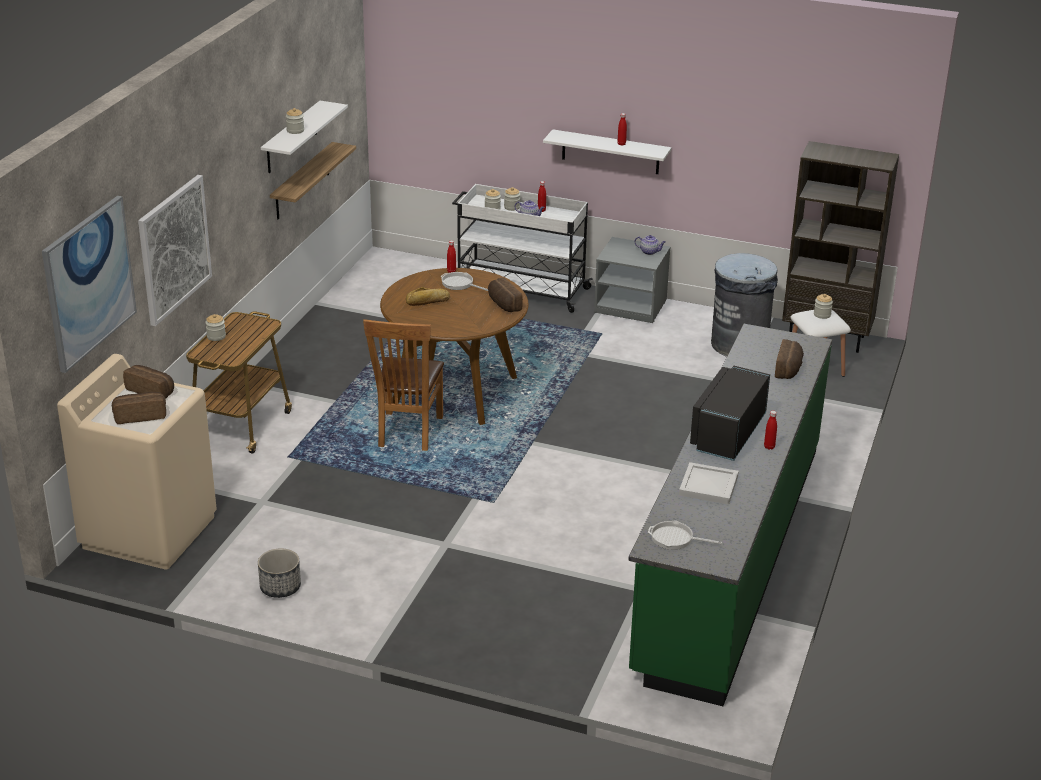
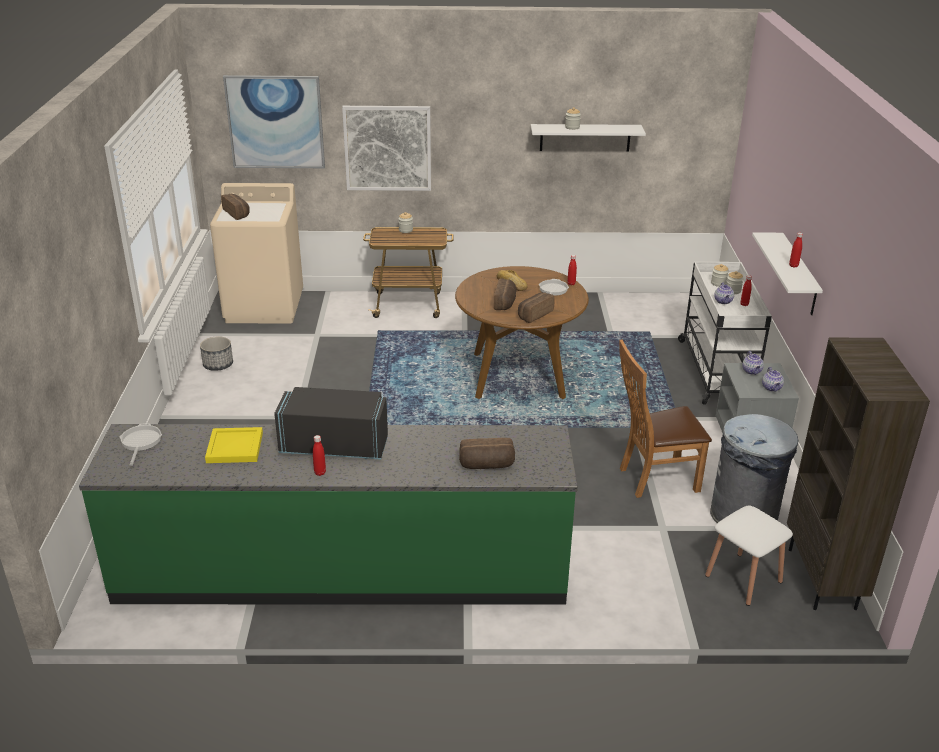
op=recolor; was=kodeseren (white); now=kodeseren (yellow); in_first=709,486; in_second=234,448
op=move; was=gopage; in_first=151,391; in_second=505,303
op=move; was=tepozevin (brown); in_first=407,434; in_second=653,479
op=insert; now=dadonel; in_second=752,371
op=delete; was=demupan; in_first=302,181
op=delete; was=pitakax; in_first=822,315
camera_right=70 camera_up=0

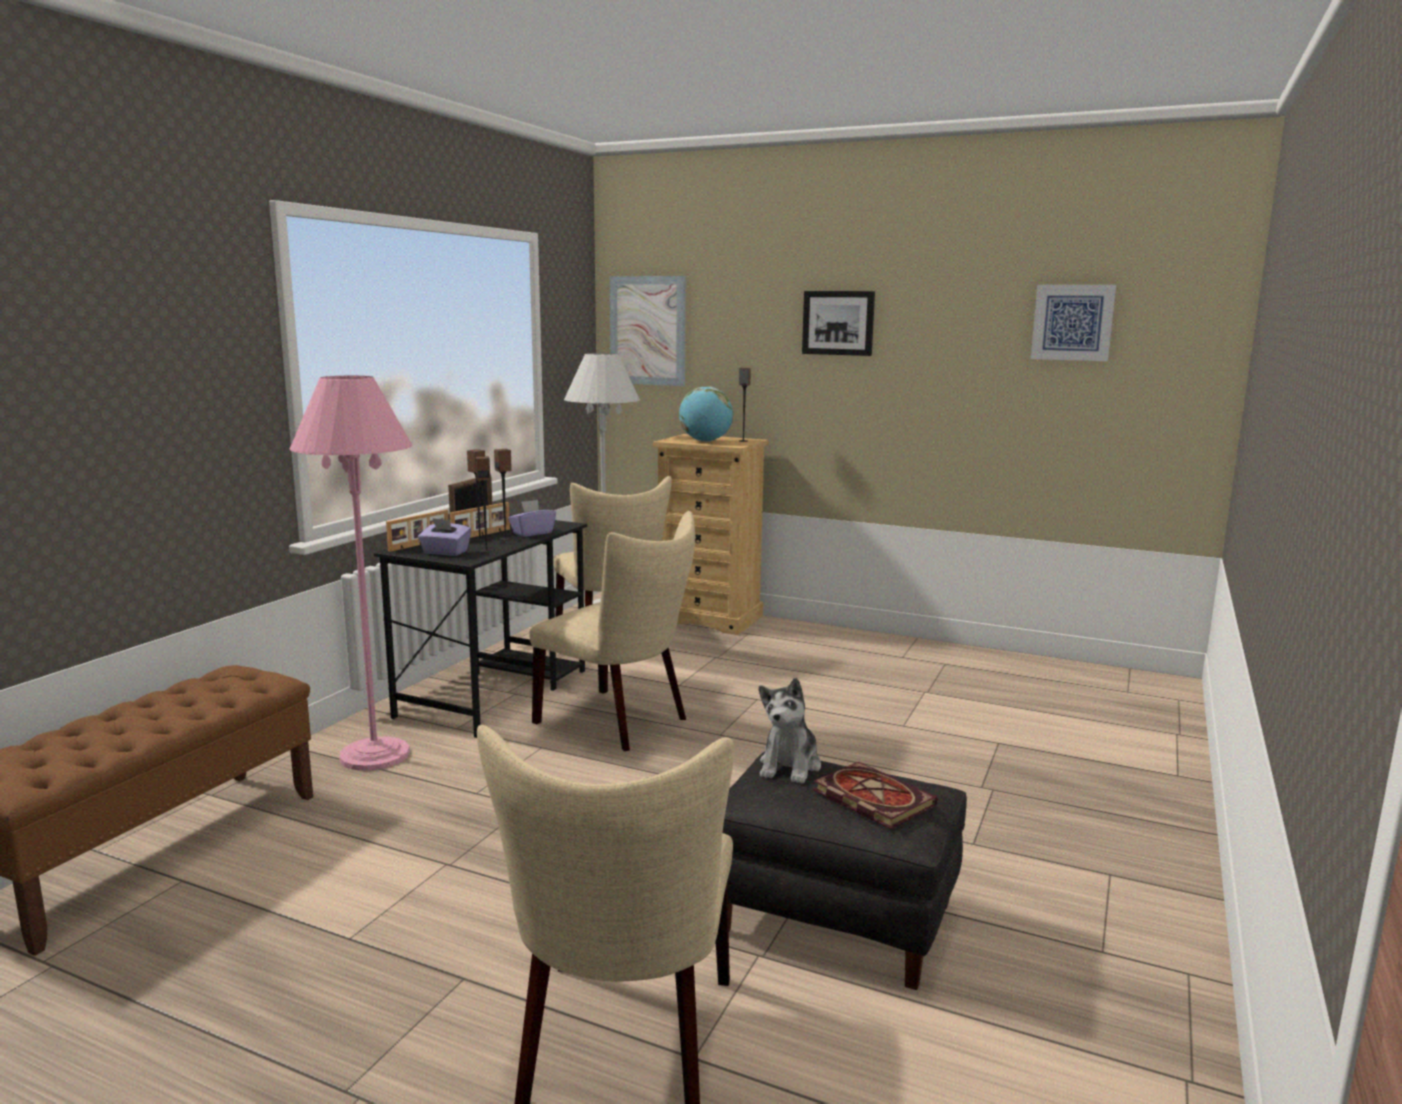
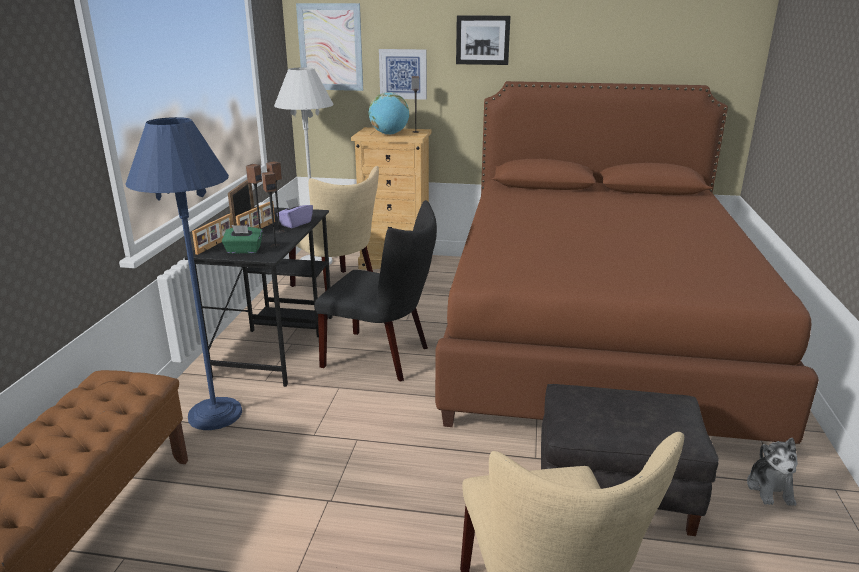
op=recolor; was=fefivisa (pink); now=fefivisa (blue); in_first=374,755; in_second=215,414
op=recolor; was=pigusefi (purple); now=pigusefi (green); in_first=445,552; in_second=243,250
op=recolor; was=tepozevin (beige); now=tepozevin (black); in_first=619,722; in_second=383,357
op=move; was=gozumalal; in_first=1072,322; in_second=403,74
op=insert; now=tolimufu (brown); in_second=593,333
op=move; was=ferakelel; in_first=790,766; in_second=770,489
op=delete; was=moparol; in_first=869,798
camera_right=-15 camera_up=10

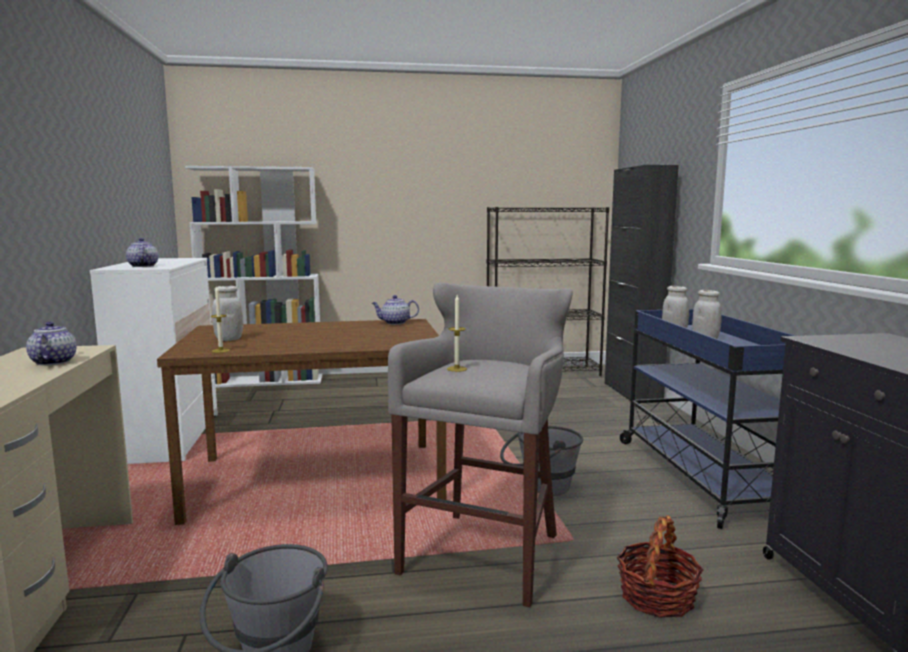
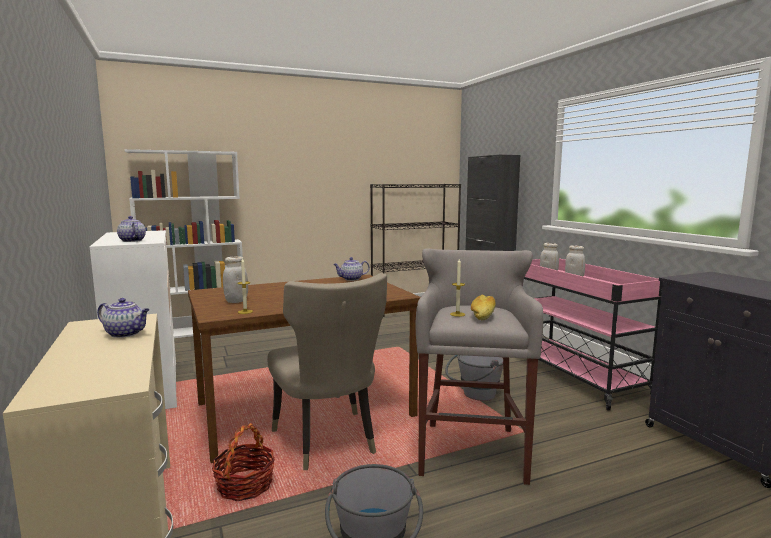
op=rotate; was=dadonel; in_first=53,362; in_second=126,333; clockwise=135
op=move; was=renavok; in_first=657,597; in_second=245,485
op=insert; now=tepozevin (beige); in_second=328,442
op=insert; now=gopage; in_second=482,315
op=recolor; was=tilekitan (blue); now=tilekitan (pink); in_first=702,475; in_second=572,374
camera_right=-15 camera_up=0

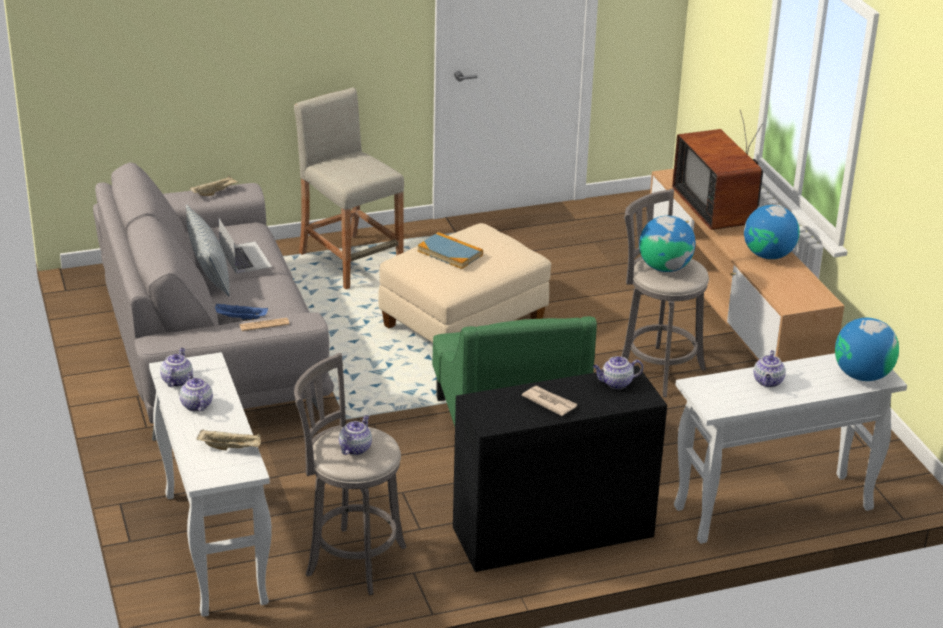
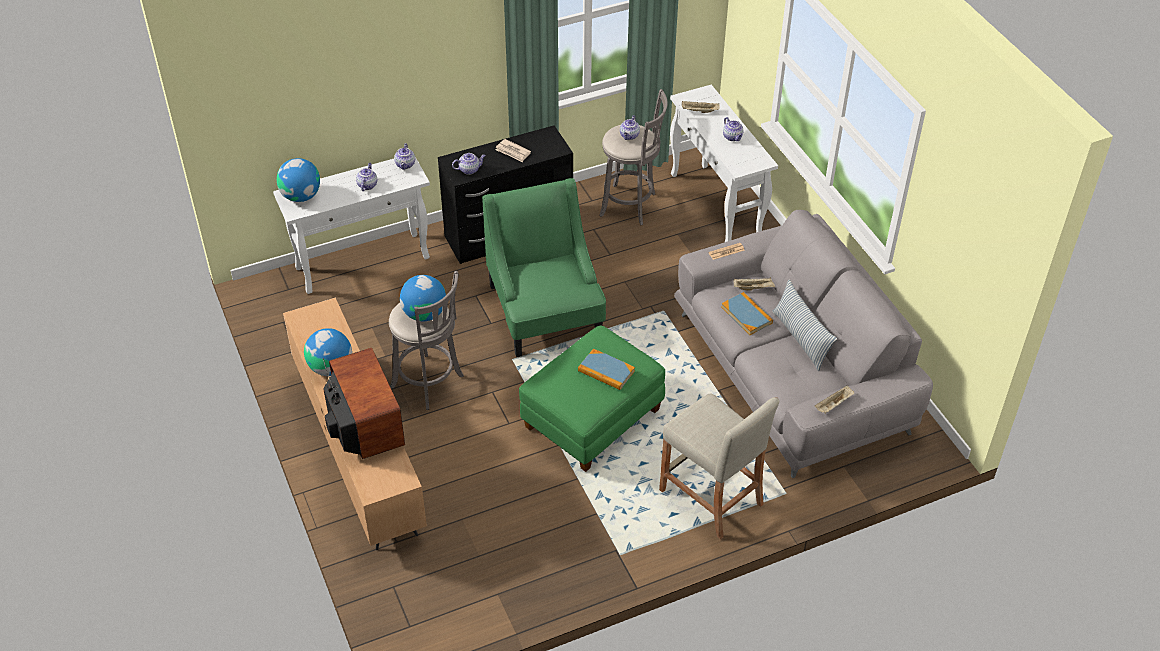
op=move; was=dadonel; in_first=177,380; in_second=405,165
op=recolor; was=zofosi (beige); now=zofosi (green); in_first=463,325; in_second=592,420
op=insert; now=moparol; in_second=746,315
op=recolor; was=kodeseren (blue); now=kodeseren (beige); in_first=240,318; in_second=753,288
op=delete; was=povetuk; in_first=245,257
camera_right=175 camera_up=15

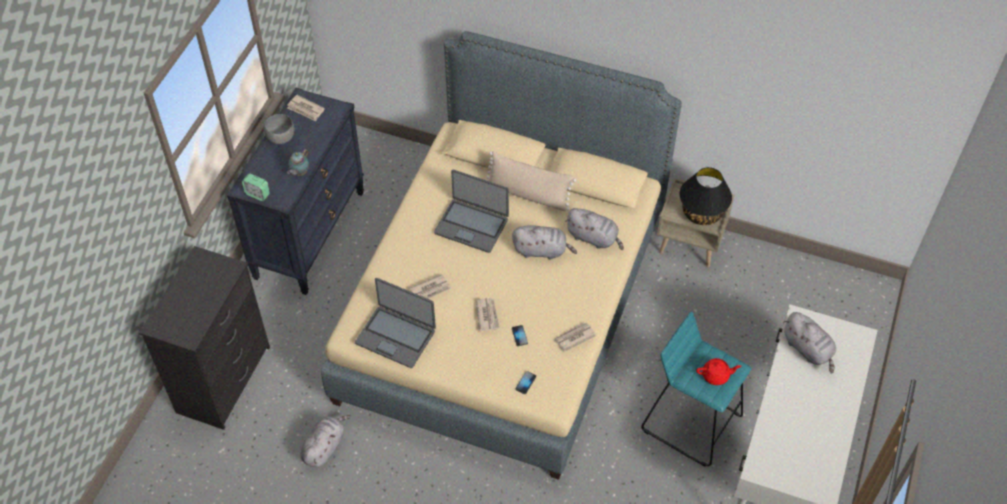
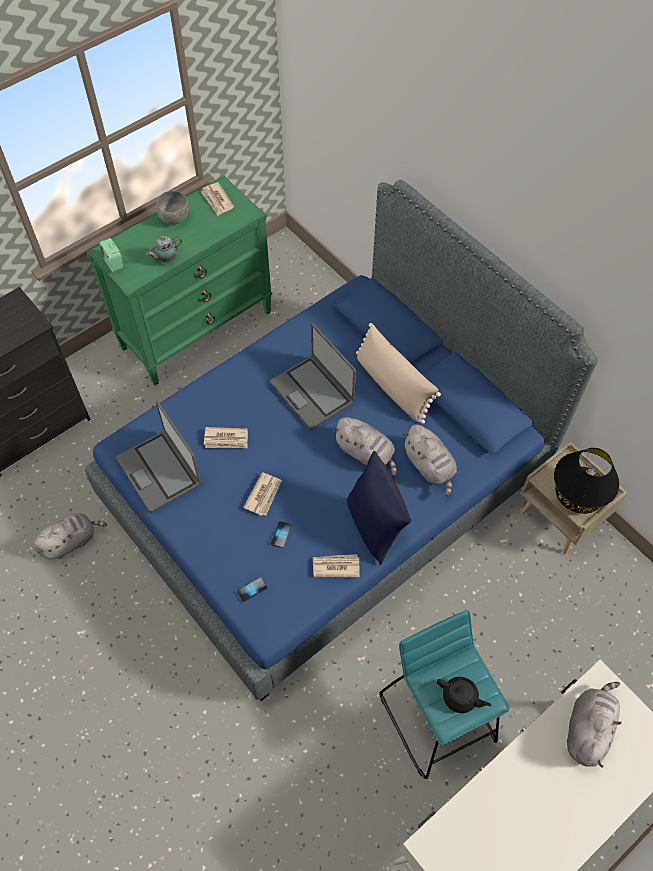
op=recolor; was=tolimufu (beige); now=tolimufu (blue); in_first=502,305; in_second=326,487
op=recolor; was=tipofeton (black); now=tipofeton (green); in_first=309,233; in_second=197,329
op=insert; now=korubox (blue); in_second=375,525
op=recolor; was=dadonel (red); now=dadonel (black); in_first=716,375; in_second=460,697
op=rotate; was=ferakelel (grey); in_first=808,349; in_second=588,728; clockwise=-150
camera_right=30 camera_up=5

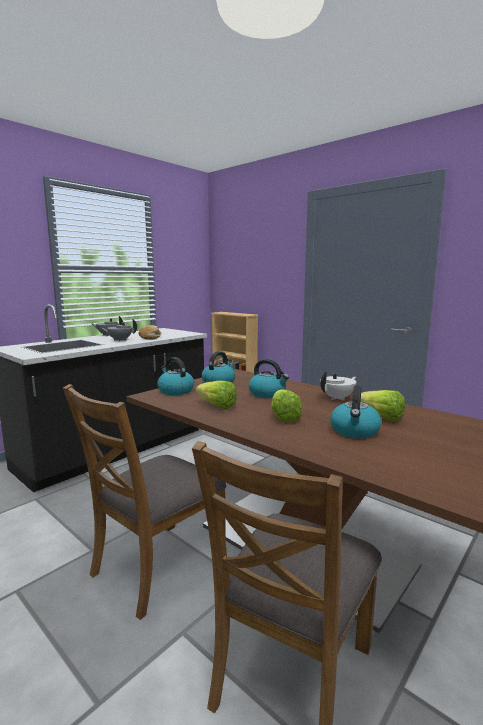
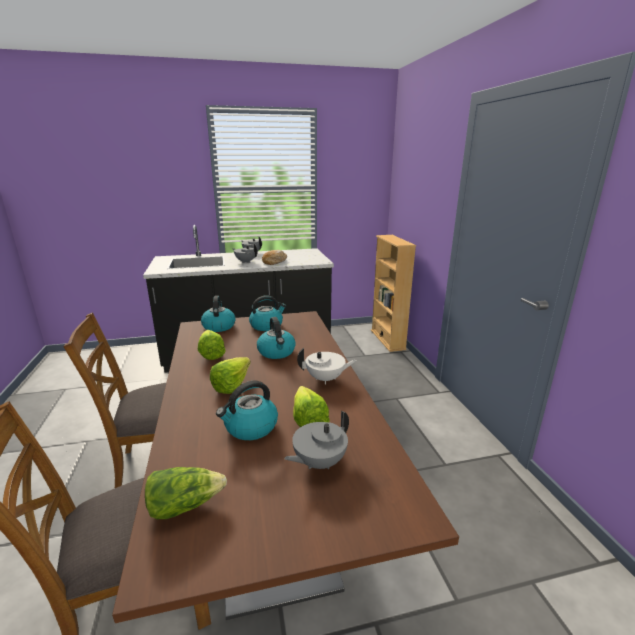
op=insert; now=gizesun; in_second=185,505
op=insert; now=dadonel (grey); in_second=318,462
camera_right=35 camera_up=10

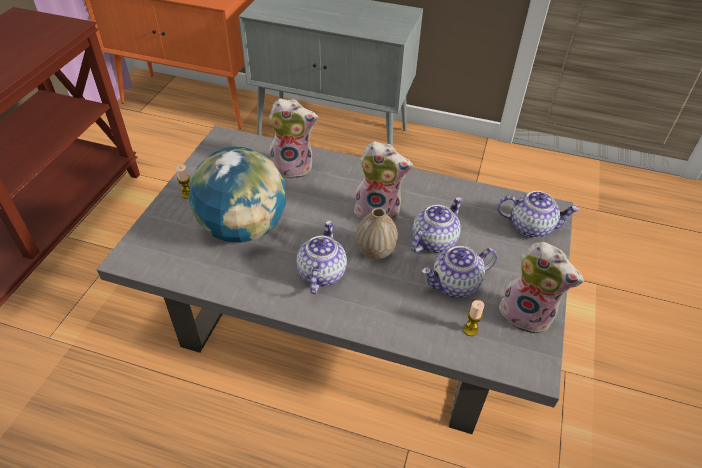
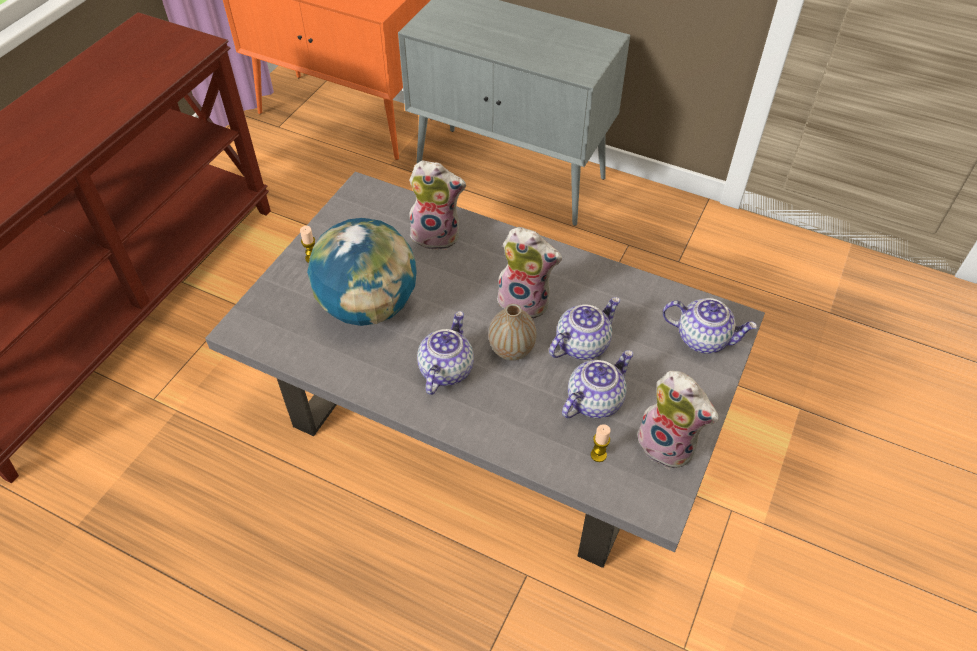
op=rotate; was=dadonel; in_first=455,285; in_second=594,400; clockwise=150
camera_right=10 camera_up=5

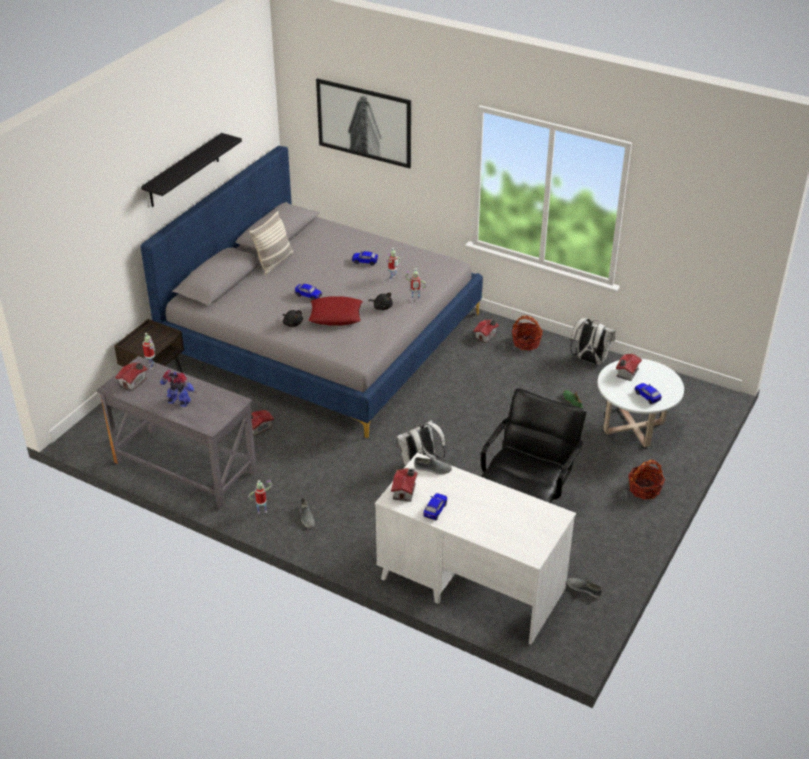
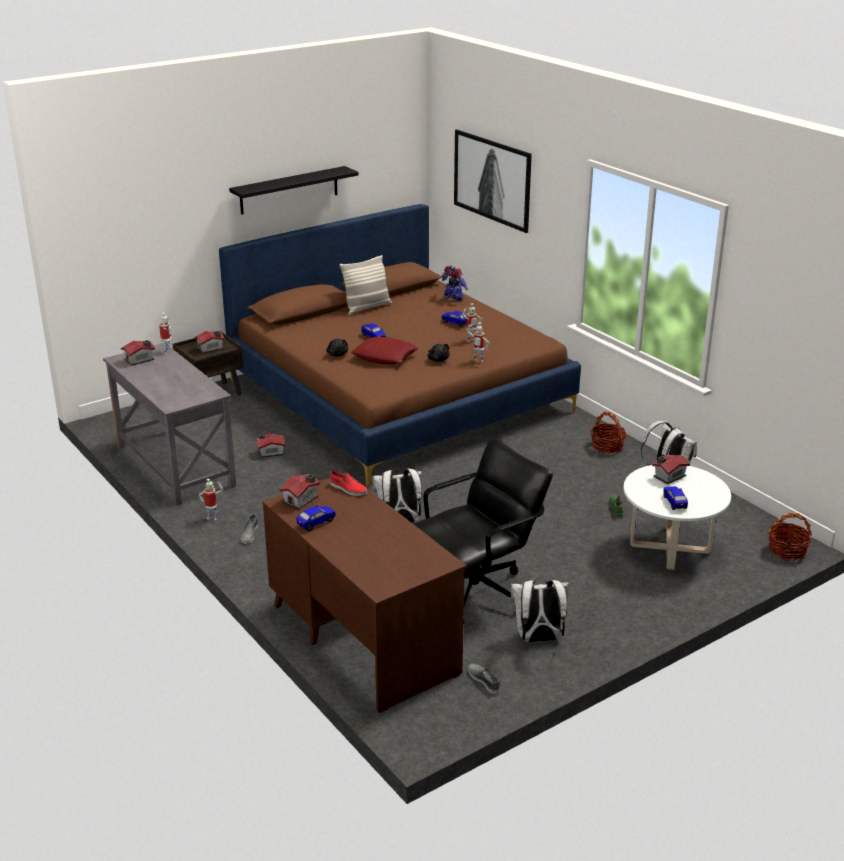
op=move; was=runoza; in_first=486,336; in_second=211,348
op=recolor; was=tolimufu (grey); now=tolimufu (brown); in_first=323,335; in_second=398,395
op=recolor; was=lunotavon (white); now=lunotavon (brown); in_first=469,584; in_second=361,637
op=recolor; was=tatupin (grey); now=tatupin (red); in_first=432,469; in_second=348,489
op=move; was=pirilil; in_first=179,402; in_second=453,299
op=insert; now=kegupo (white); in_second=538,639
op=move; was=renavok; in_first=644,489; in_second=787,550
camera_right=25 camera_up=-10

